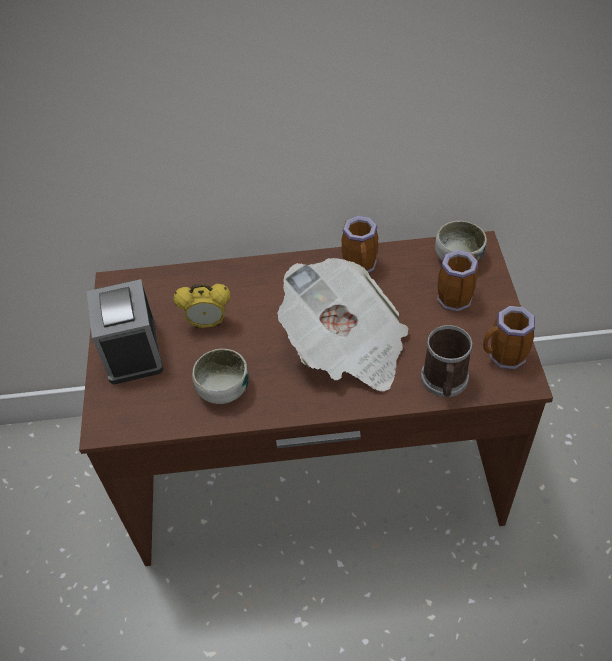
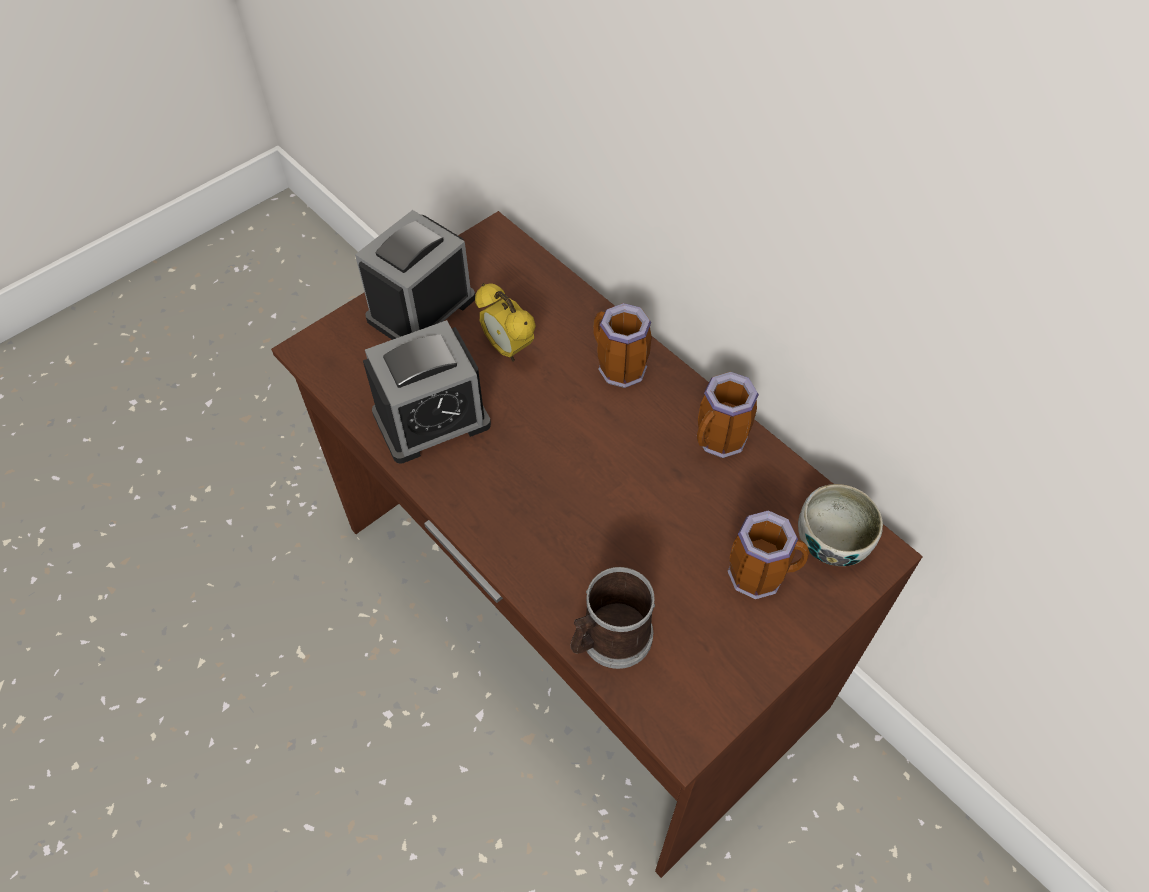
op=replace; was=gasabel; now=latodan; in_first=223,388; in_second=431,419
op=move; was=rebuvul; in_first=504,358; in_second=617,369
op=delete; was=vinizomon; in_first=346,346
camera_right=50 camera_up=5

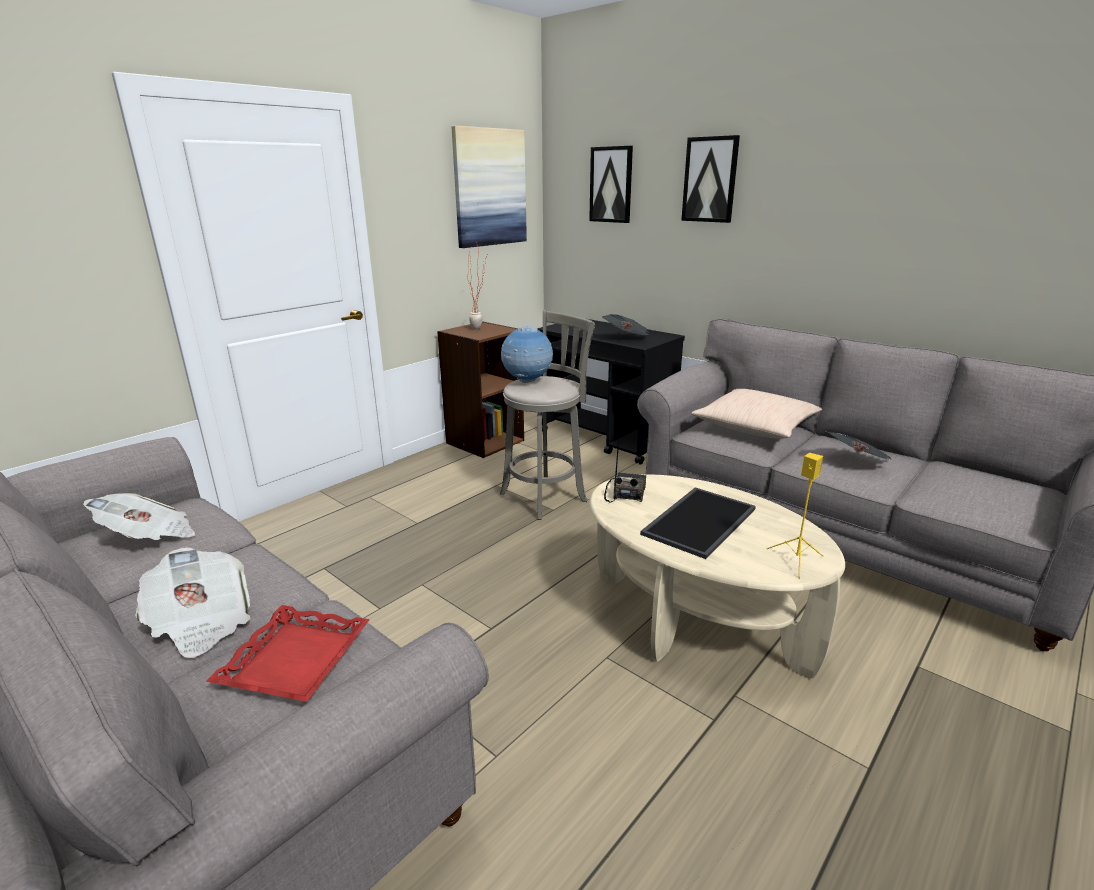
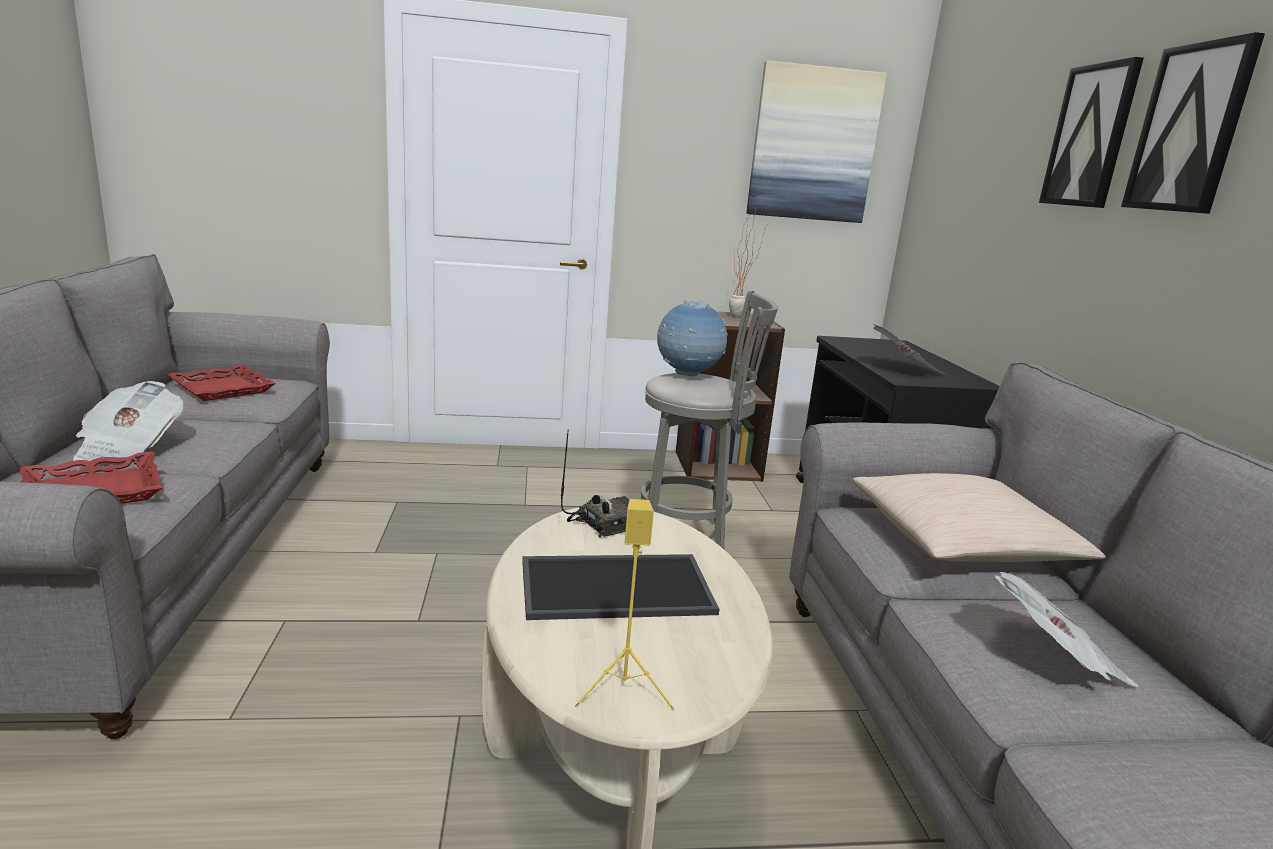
op=replace; was=vinizomon; now=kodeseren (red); in_first=150,537; in_second=223,389
op=move; was=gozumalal; in_first=611,185; in_second=1190,129
camera_right=40 camera_up=-5

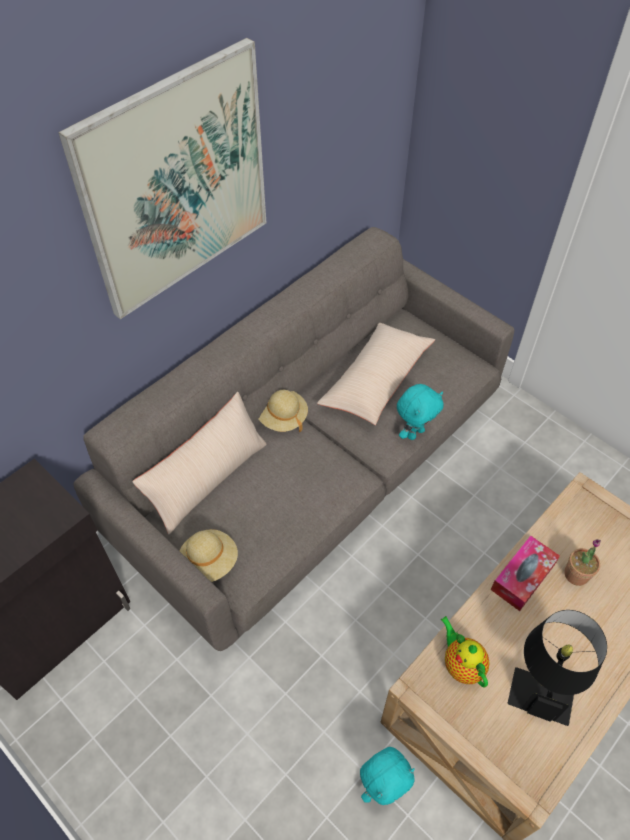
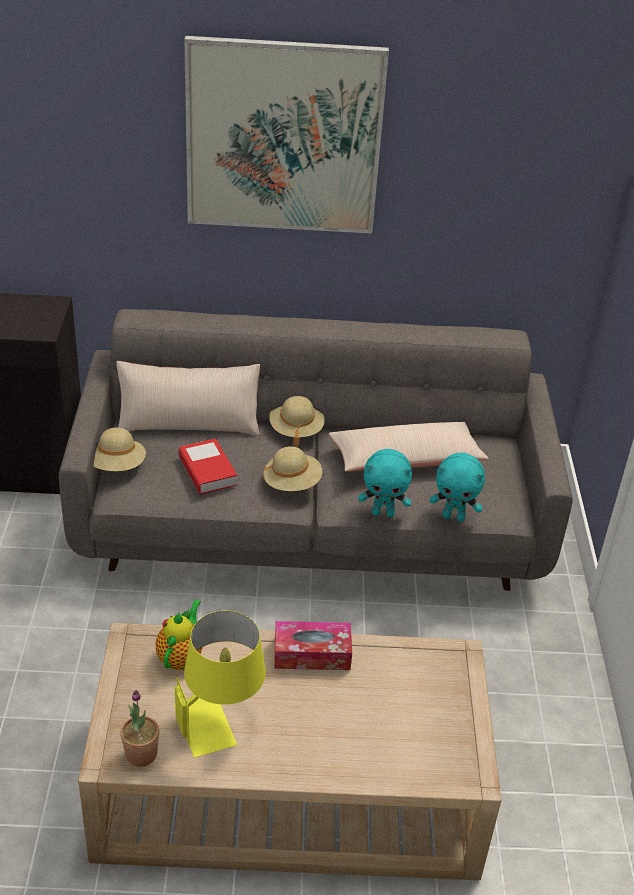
op=move; was=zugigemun; in_first=576,574; in_second=141,754
op=recolor; was=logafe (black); now=logafe (yellow); in_first=543,682; in_second=219,720
op=insert; now=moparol; in_second=207,471
op=insert; now=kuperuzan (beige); in_second=292,483
op=move; was=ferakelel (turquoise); in_first=383,786; in_second=454,517
camera_right=45 camera_up=-15

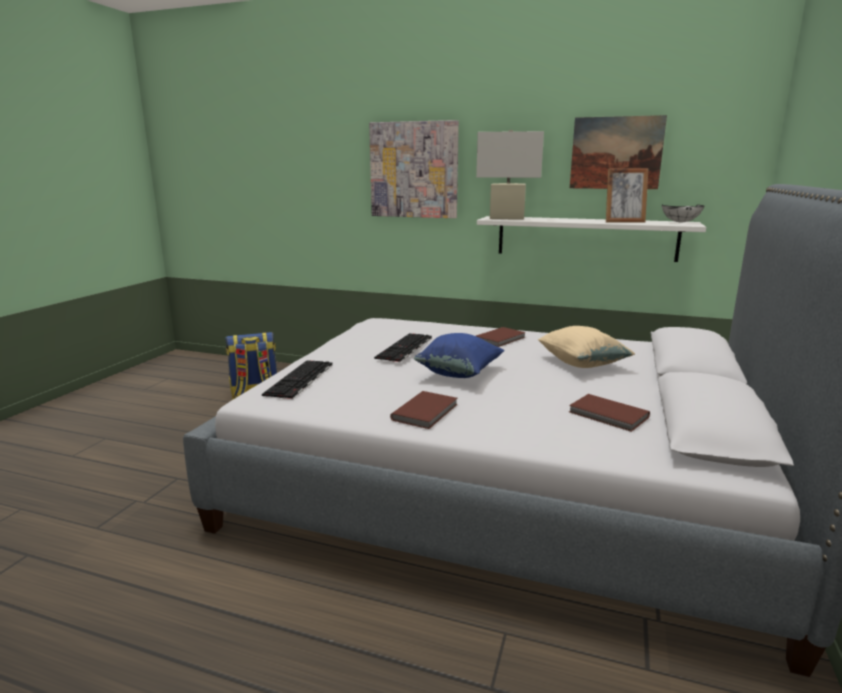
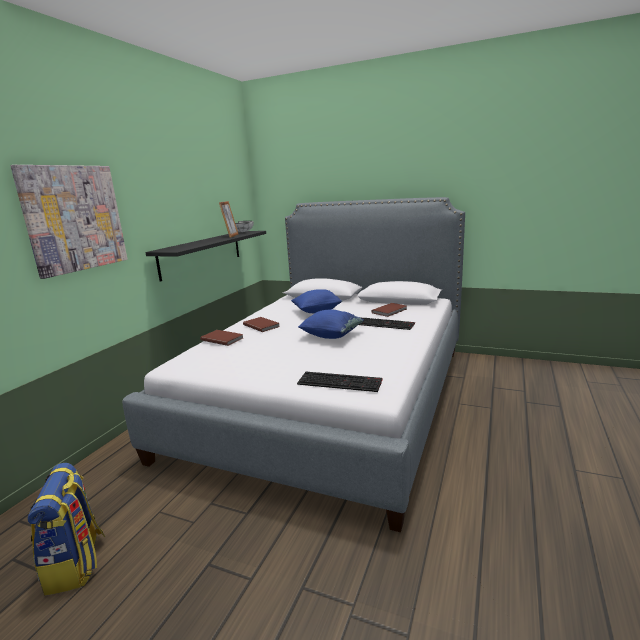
op=recolor; was=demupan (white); now=demupan (black); in_first=585,238; in_second=202,253
op=move; was=moparol (brown); in_first=427,412; in_second=222,339
op=recolor; was=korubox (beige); now=korubox (blue); in_first=582,364; in_second=317,311
op=move; was=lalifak; in_first=405,348; in_second=384,324
op=delete; was=logafe (white); in_first=506,218
op=delete; was=gozumalal; in_first=616,153
camera_right=-85 camera_up=0

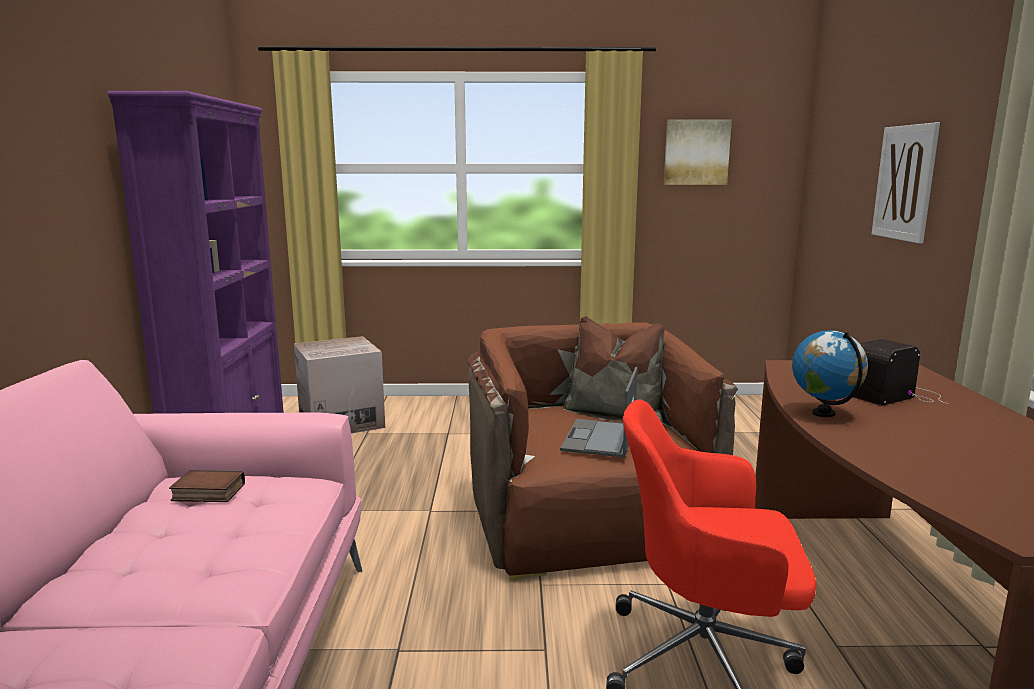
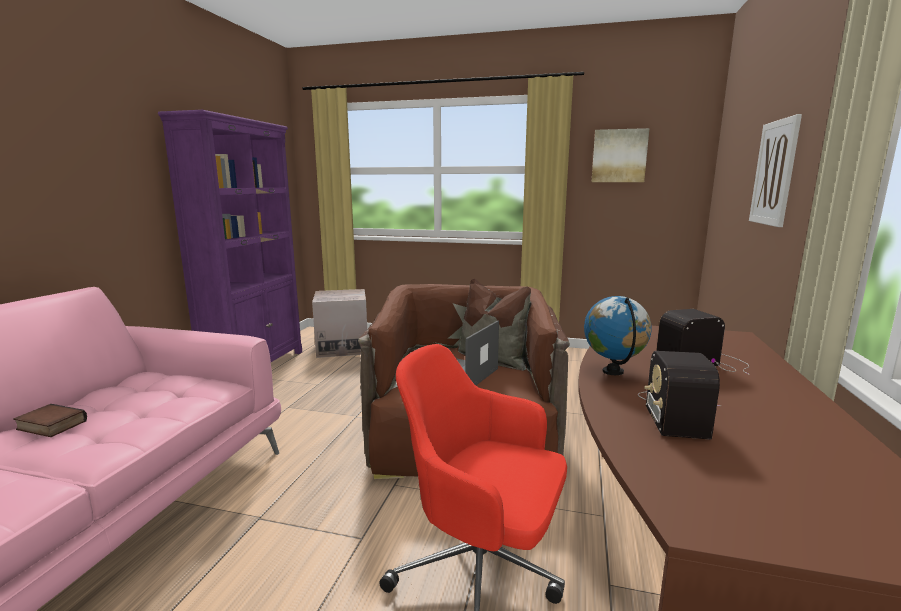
op=move; was=moparol; in_first=207,493; in_second=49,426
op=insert; now=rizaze; in_second=675,411
camera_right=15 camera_up=0

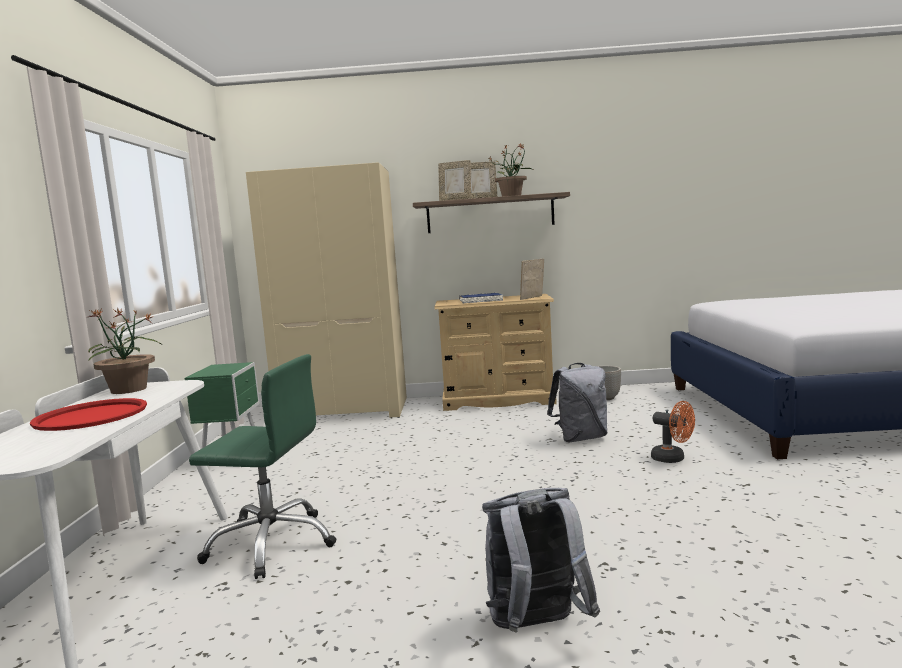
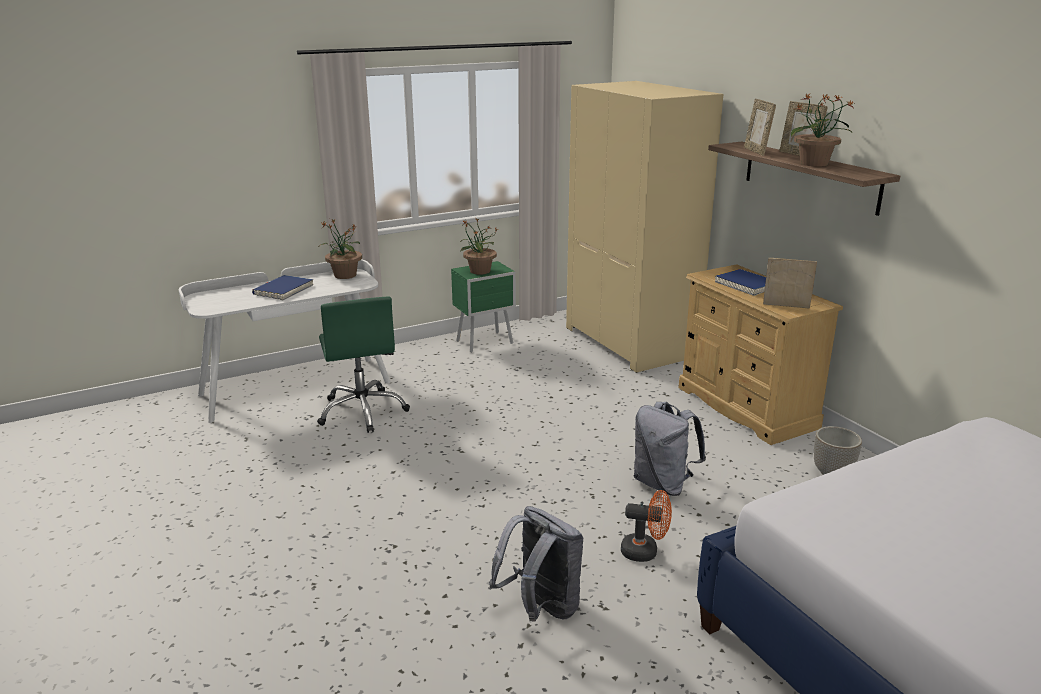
op=replace; was=kodeseren (red); now=moparol (blue); in_first=91,416; in_second=283,290
op=insert; now=zugigemun; in_second=479,271
op=move; was=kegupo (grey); in_first=536,627; in_second=541,608
op=rotate; was=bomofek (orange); in_first=673,459; in_second=645,552; clockwise=-90
camera_right=60 camera_up=15

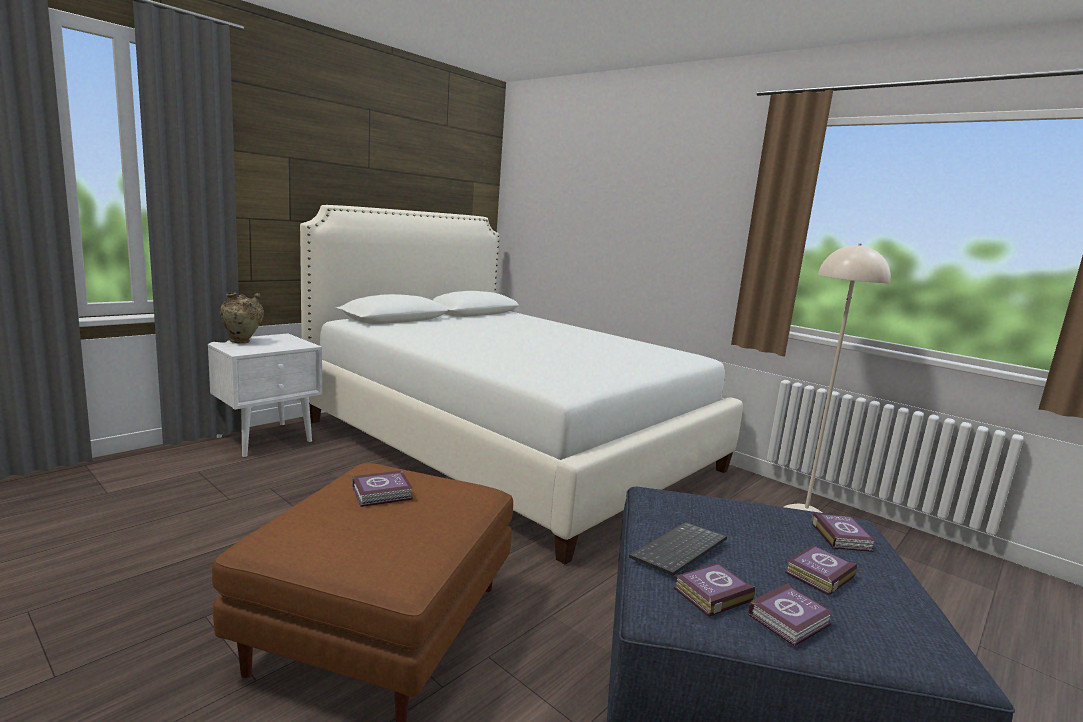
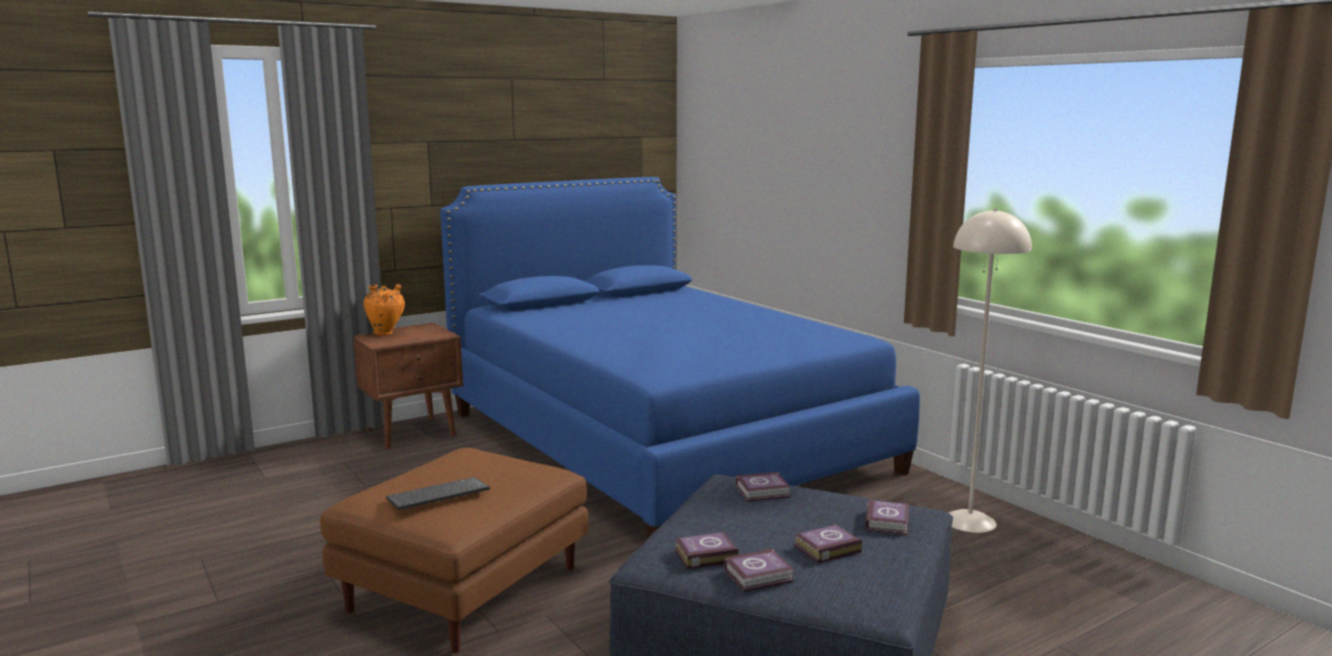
op=recolor; was=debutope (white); now=debutope (brown); in_first=266,439; in_second=412,432
op=recolor; was=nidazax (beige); now=nidazax (orange); in_first=243,342; in_second=386,334
op=move; was=lalifak; in_first=680,551; in_second=437,497
op=recolor; was=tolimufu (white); now=tolimufu (blue); in_first=509,444; in_second=662,440
op=move; was=moparol; in_first=384,494; in_second=764,492
camera_right=15 camera_up=0

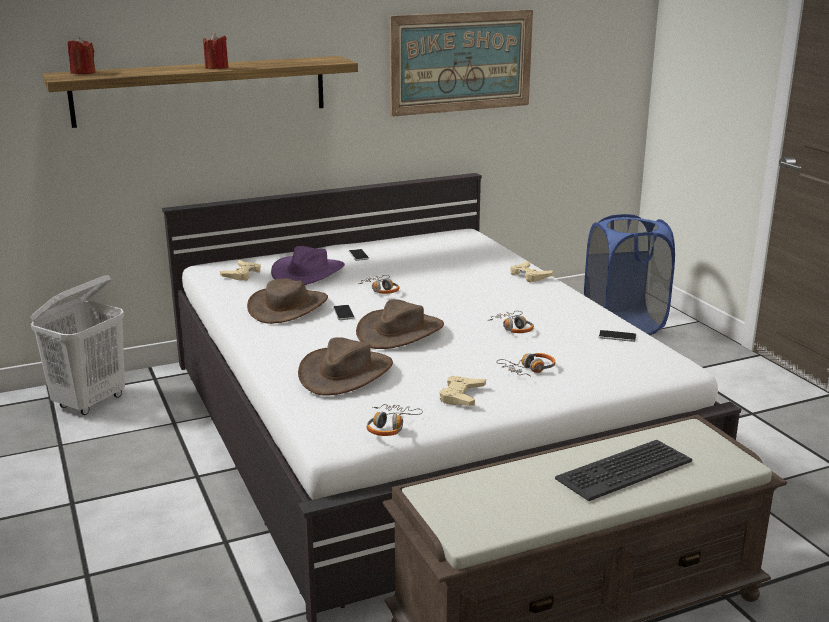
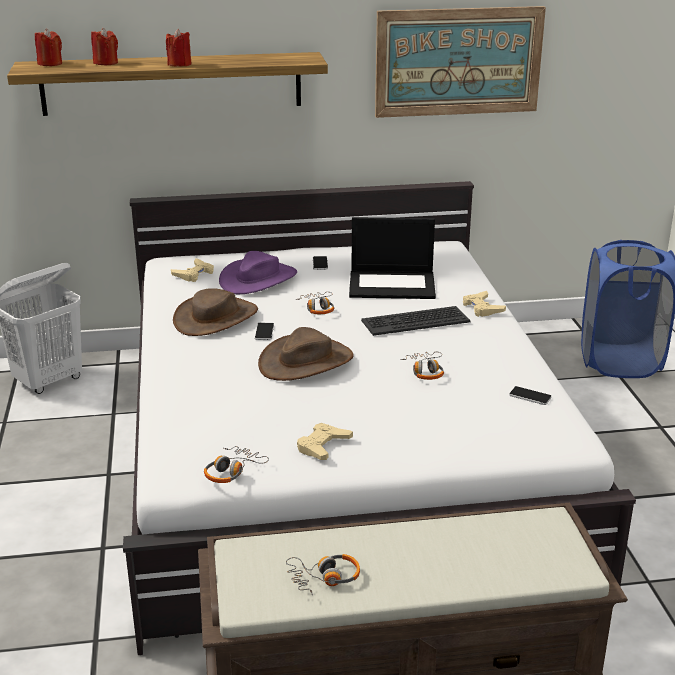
op=insert; now=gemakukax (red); in_second=106,63
op=move; was=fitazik; in_first=528,370; in_second=324,578
op=insert; now=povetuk; in_second=393,285
op=move; was=lalifak; in_first=623,470; in_second=415,321
op=delete; was=kuperuzan (brown); in_first=345,373
camera_right=15 camera_up=5

